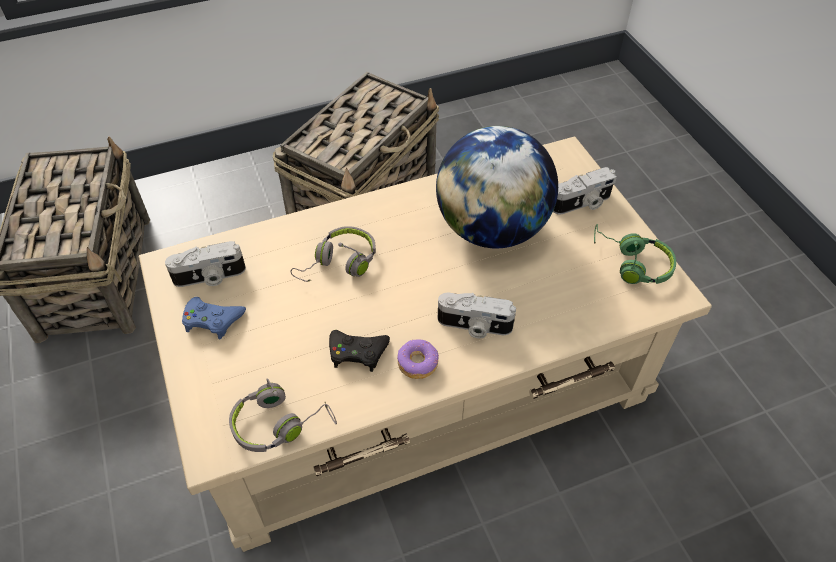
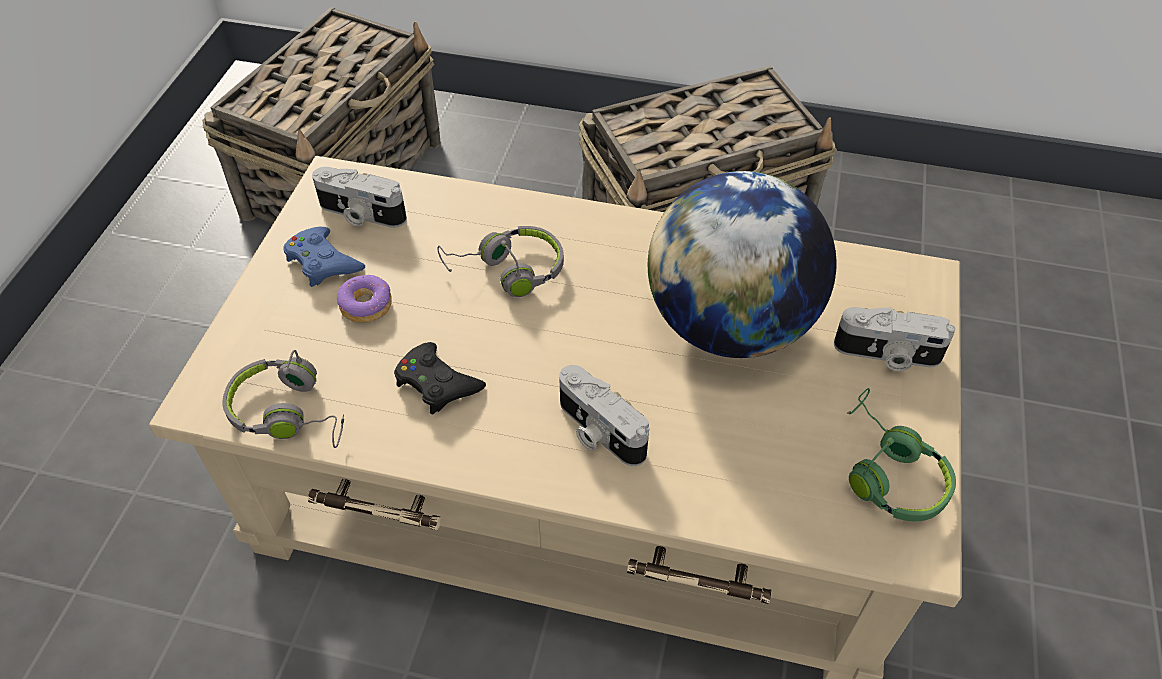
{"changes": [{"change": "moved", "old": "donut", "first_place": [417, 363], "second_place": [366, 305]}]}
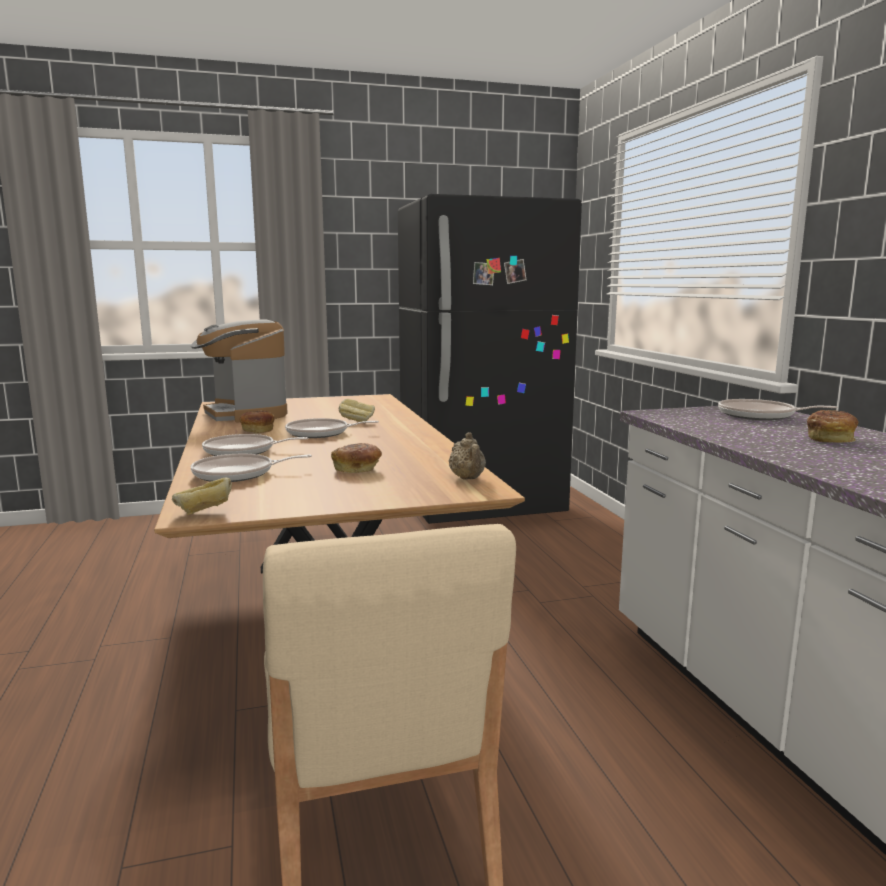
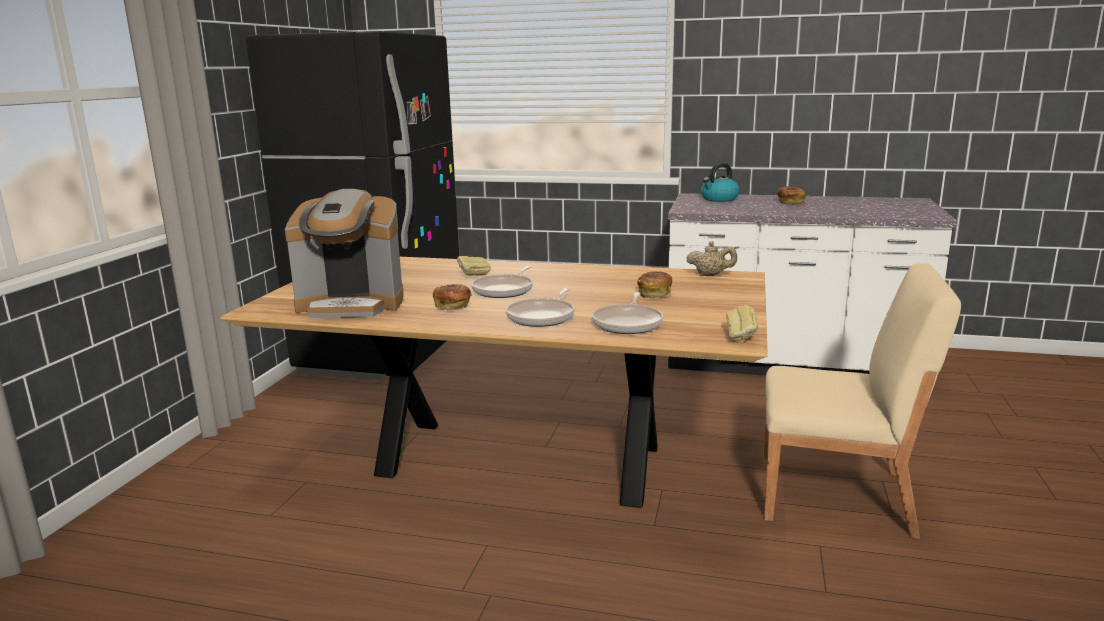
{"changes": [{"change": "replaced", "old": "frying pan", "new": "kettle", "first_place": [760, 416], "second_place": [719, 199]}]}
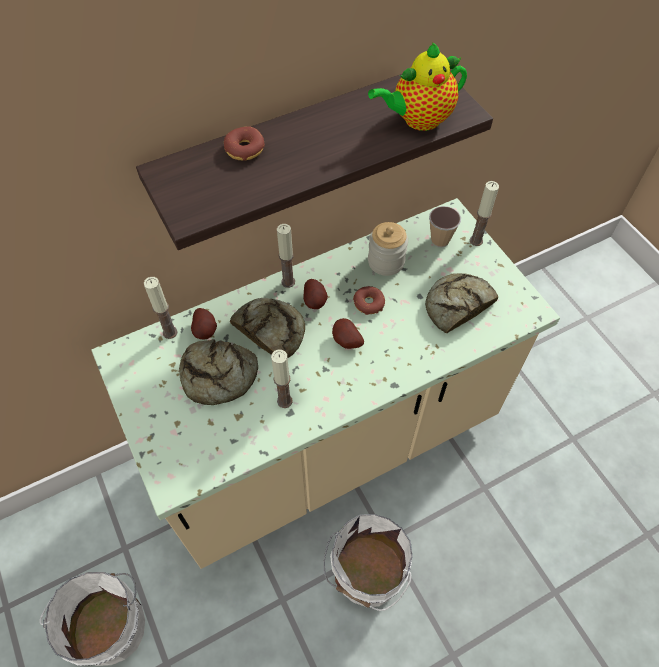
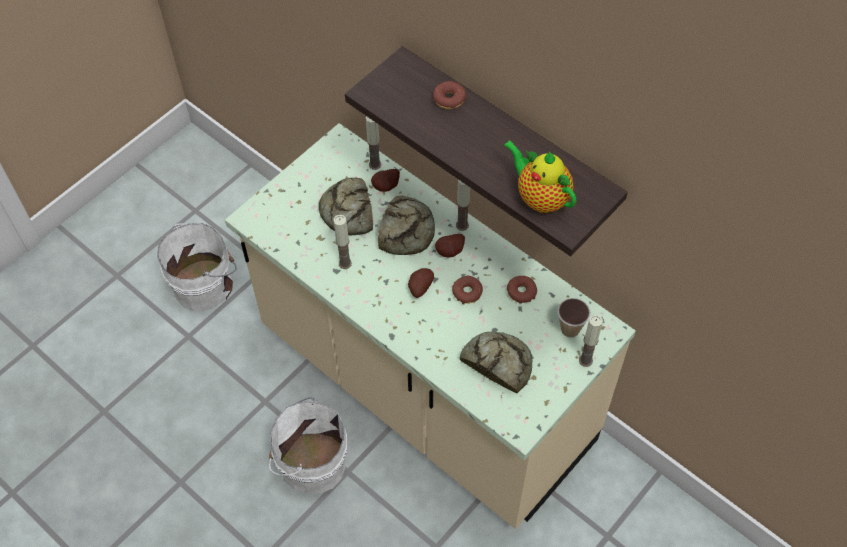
{"changes": [{"change": "replaced", "old": "jar", "new": "donut", "first_place": [386, 261], "second_place": [521, 292]}]}
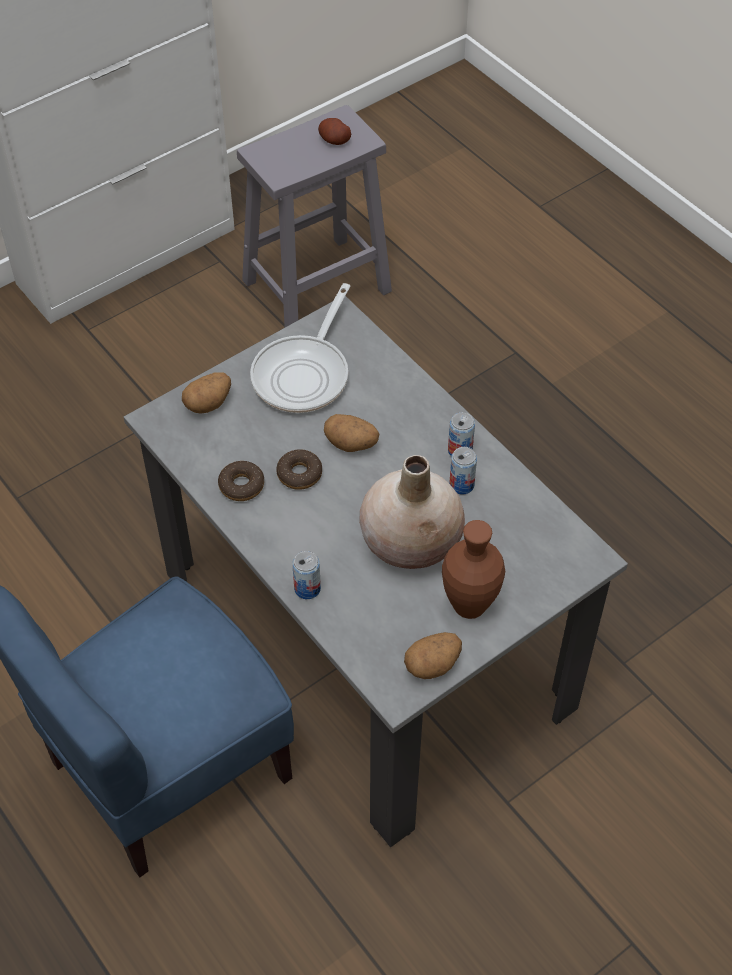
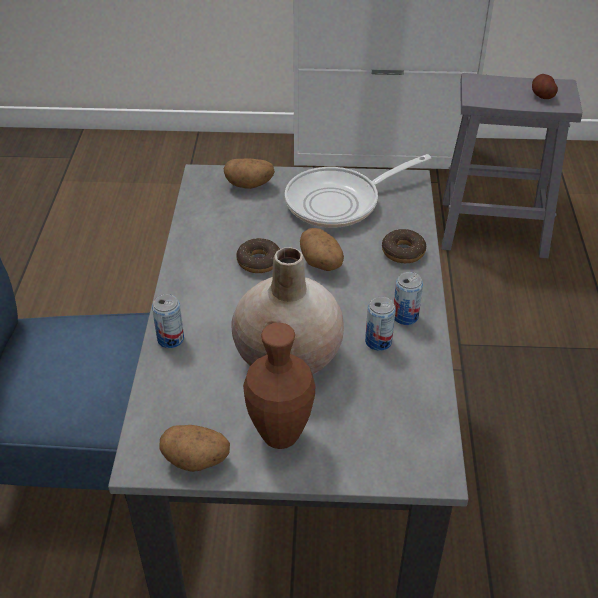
{"changes": [{"change": "moved", "old": "donut", "first_place": [241, 485], "second_place": [403, 252]}]}
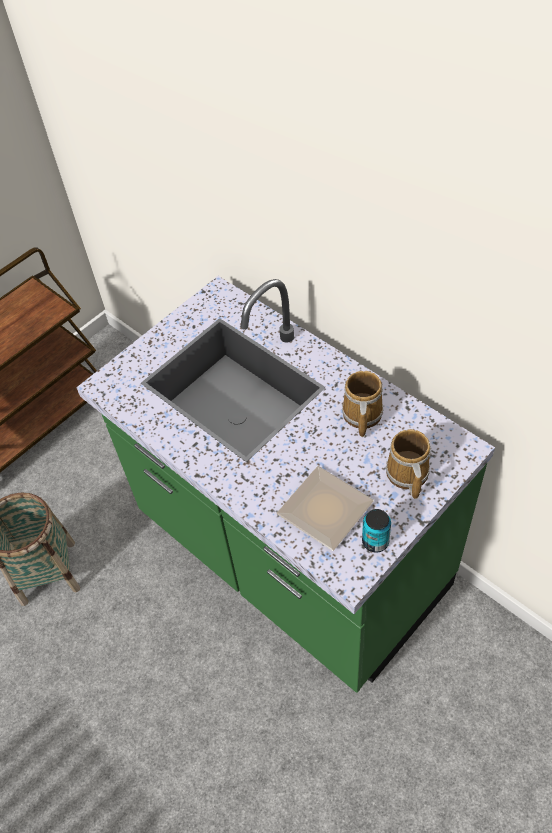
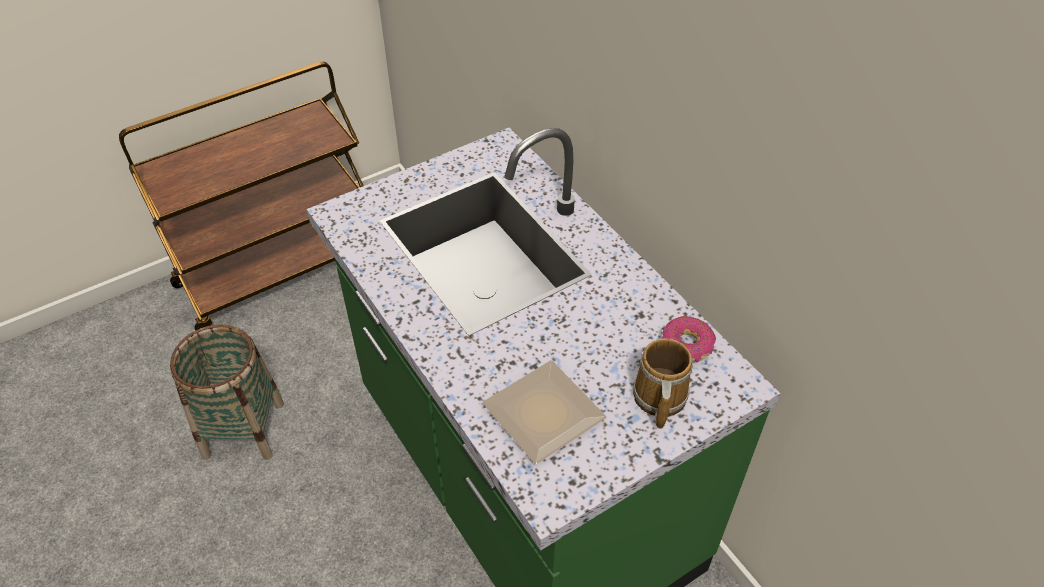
{"changes": [{"change": "removed", "old": "mug", "first_place": [361, 415]}, {"change": "removed", "old": "can", "first_place": [375, 541]}, {"change": "added", "new": "donut", "second_place": [687, 345]}]}
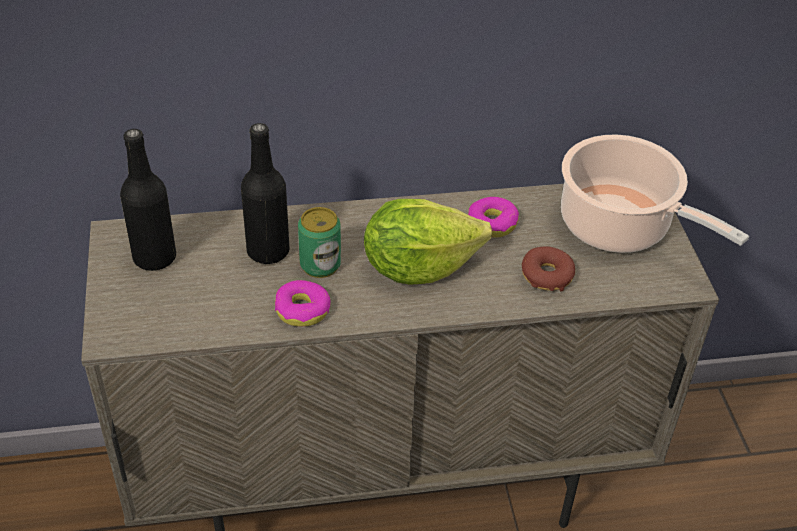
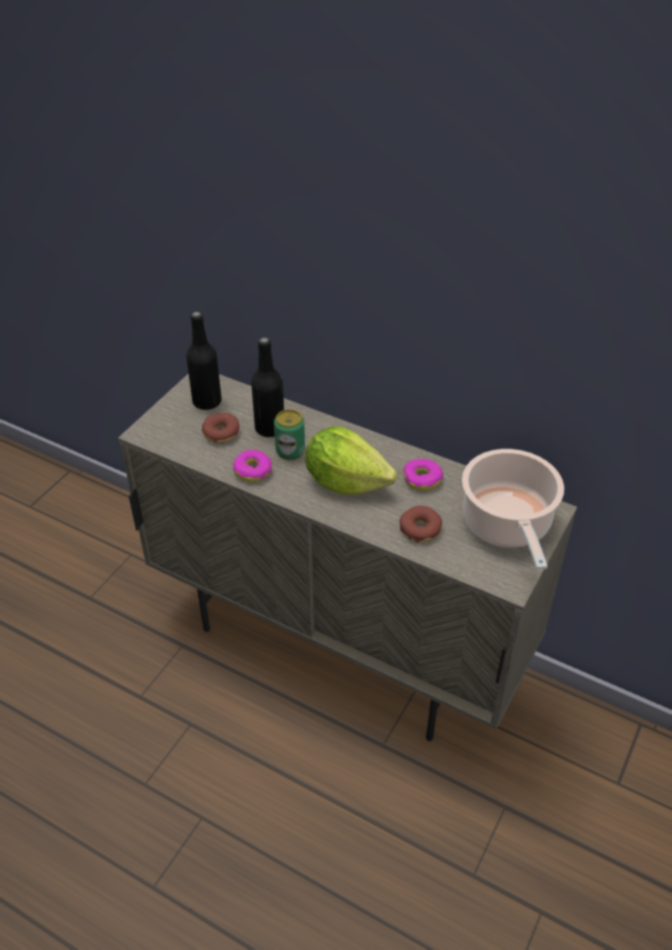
{"changes": [{"change": "added", "new": "donut", "second_place": [221, 433]}]}
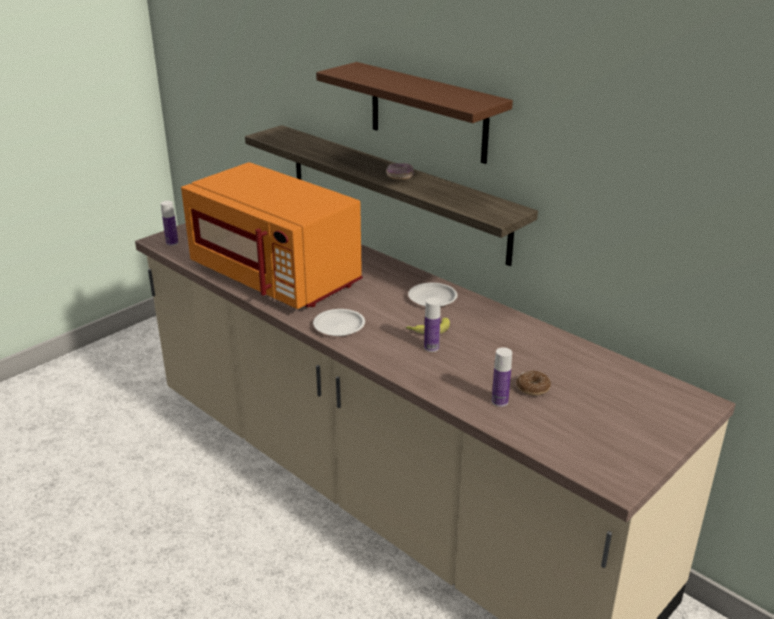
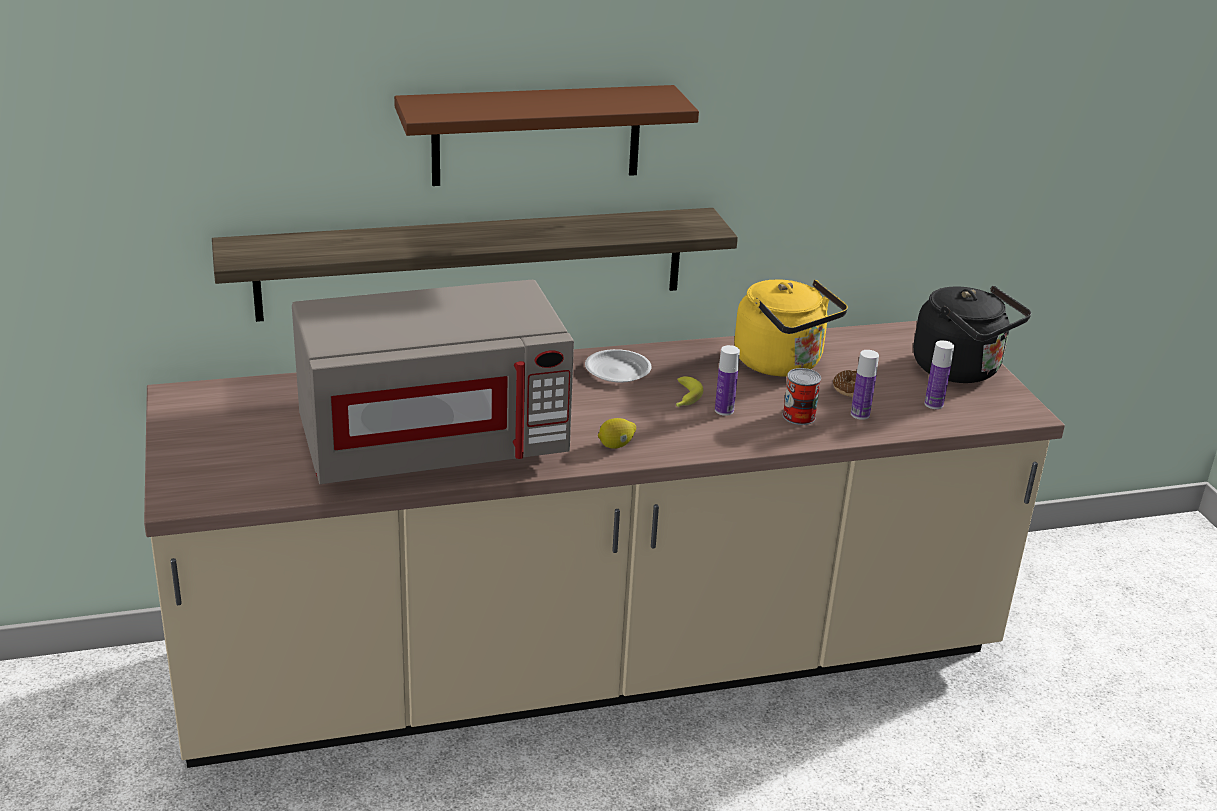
{"changes": [{"change": "removed", "old": "donut", "first_place": [399, 177]}, {"change": "added", "new": "yellow kettle", "second_place": [782, 364]}, {"change": "added", "new": "can", "second_place": [799, 416]}, {"change": "added", "new": "black kettle", "second_place": [961, 370]}, {"change": "moved", "old": "bottle", "first_place": [172, 243], "second_place": [933, 404]}, {"change": "replaced", "old": "white plate", "new": "lemon", "first_place": [339, 326], "second_place": [616, 445]}, {"change": "recoloured", "old": "orange microwave", "new": "grey microwave", "first_place": [277, 276], "second_place": [434, 444]}]}
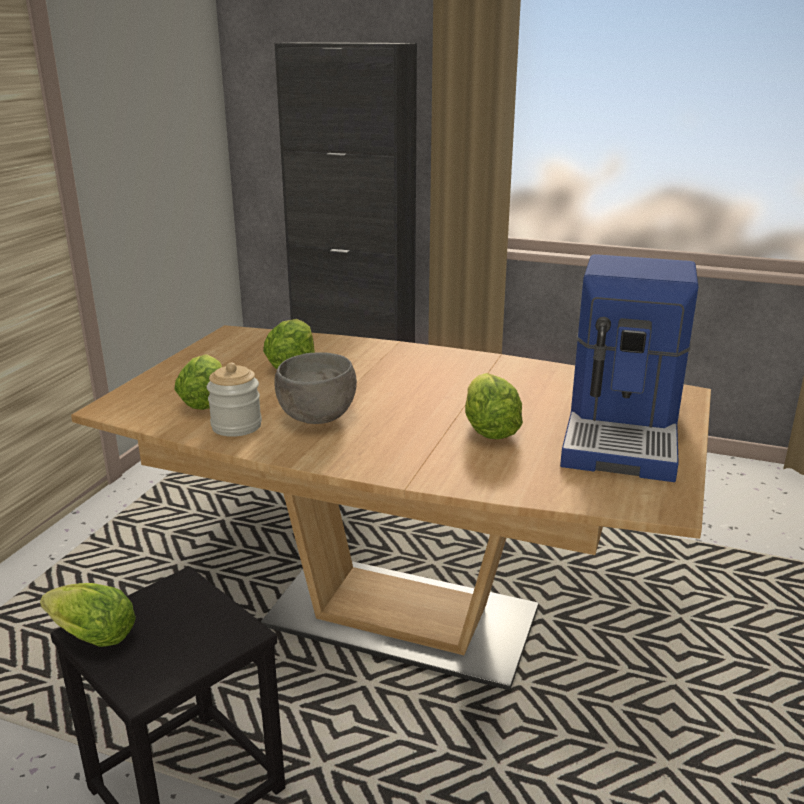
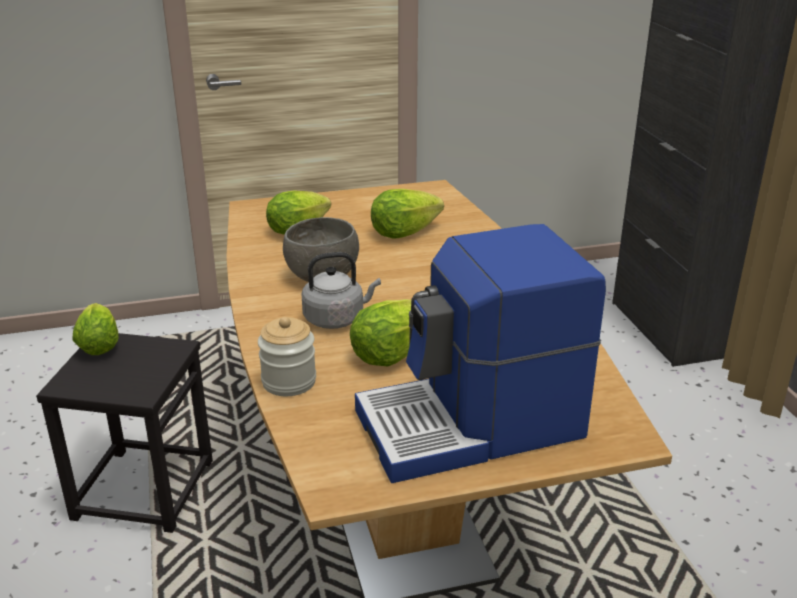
{"changes": [{"change": "added", "new": "grey kettle", "second_place": [337, 319]}, {"change": "moved", "old": "jar", "first_place": [236, 426], "second_place": [289, 381]}]}
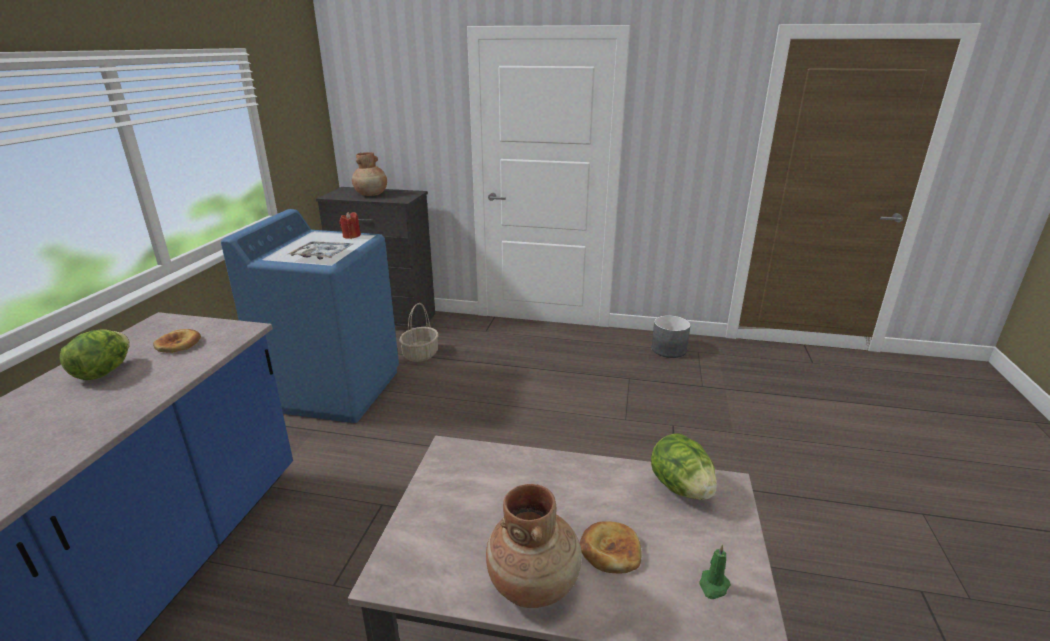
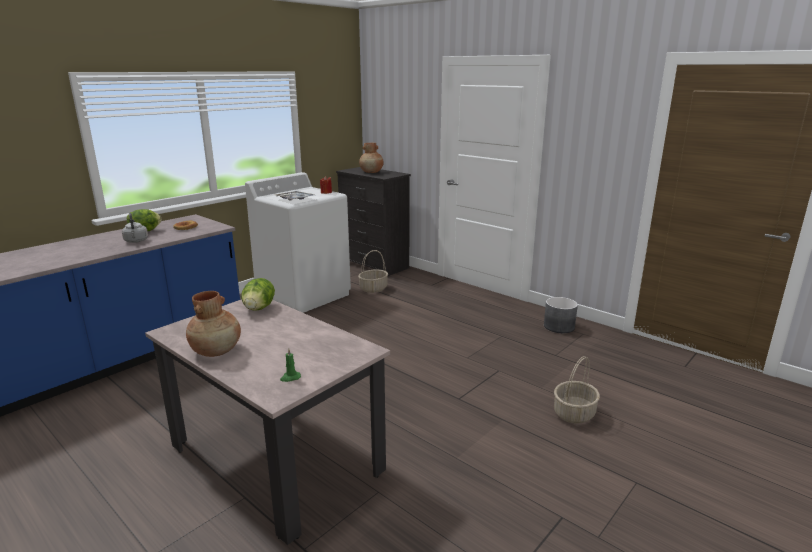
{"changes": [{"change": "removed", "old": "bread", "first_place": [610, 550]}, {"change": "added", "new": "grey kettle", "second_place": [136, 241]}, {"change": "added", "new": "basket", "second_place": [574, 413]}, {"change": "moved", "old": "lettuce", "first_place": [681, 487], "second_place": [259, 308]}, {"change": "recoloured", "old": "blue washing machine", "new": "white washing machine", "first_place": [334, 389], "second_place": [304, 295]}]}
